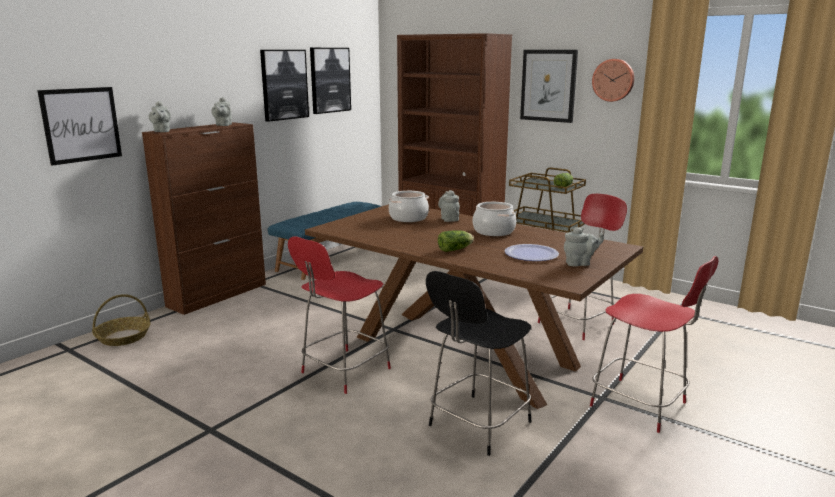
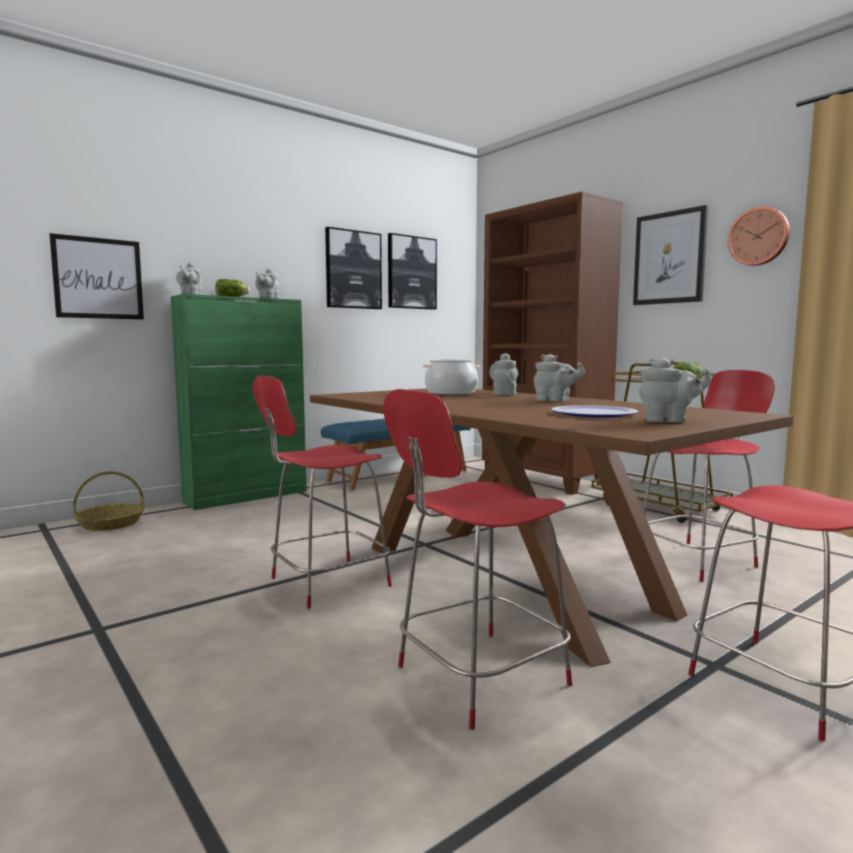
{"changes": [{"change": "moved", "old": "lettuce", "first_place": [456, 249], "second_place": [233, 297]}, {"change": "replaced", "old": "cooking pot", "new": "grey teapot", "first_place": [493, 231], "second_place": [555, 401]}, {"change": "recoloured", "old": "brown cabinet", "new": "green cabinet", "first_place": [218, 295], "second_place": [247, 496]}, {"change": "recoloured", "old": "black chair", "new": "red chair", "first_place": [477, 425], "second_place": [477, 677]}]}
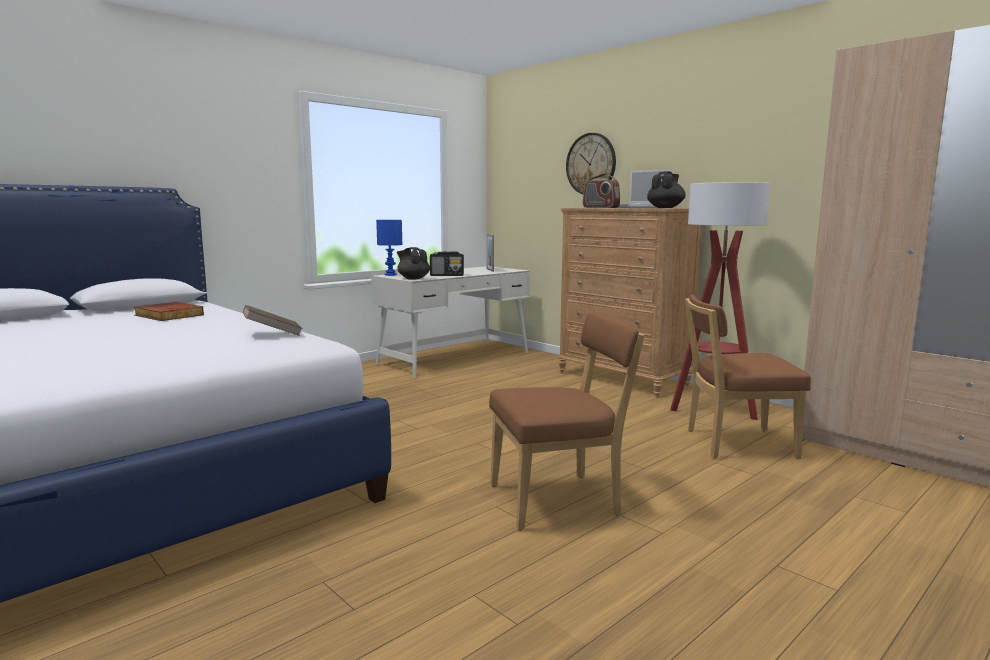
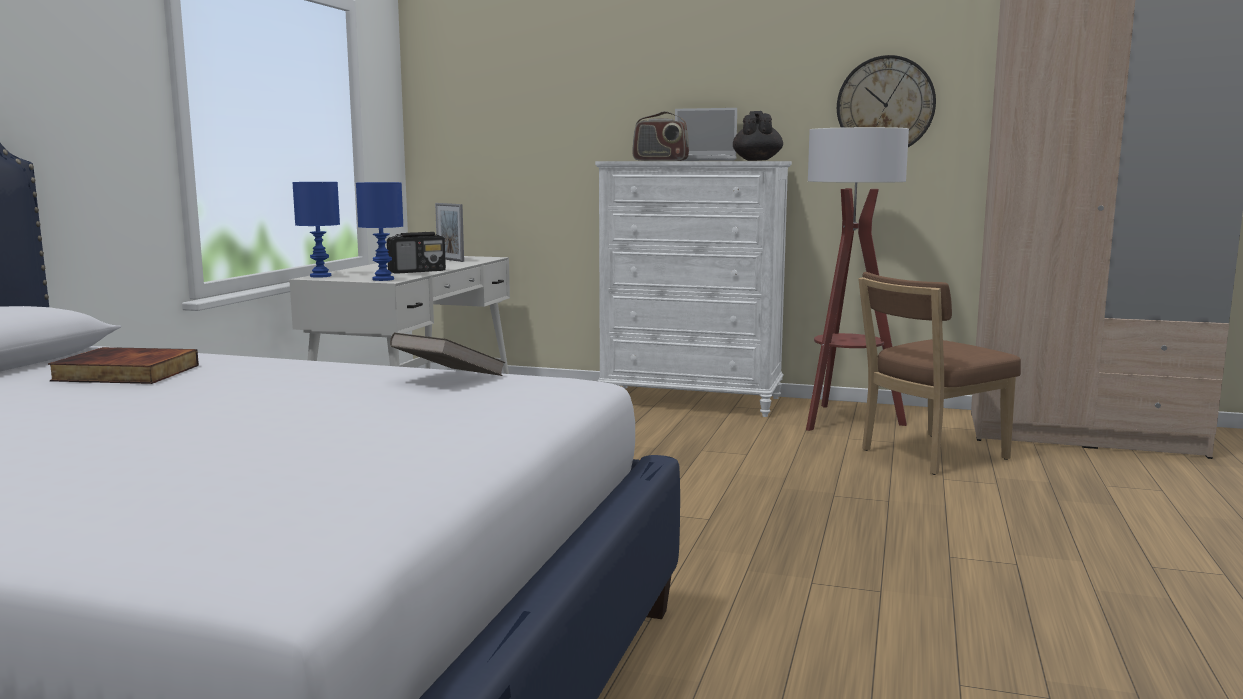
{"changes": [{"change": "removed", "old": "brown chair", "first_place": [560, 500]}, {"change": "moved", "old": "wall clock", "first_place": [591, 164], "second_place": [885, 105]}, {"change": "replaced", "old": "black teapot", "new": "blue table lamp", "first_place": [413, 278], "second_place": [383, 279]}, {"change": "recoloured", "old": "brown dresser", "new": "white dresser", "first_place": [623, 378], "second_place": [691, 401]}]}
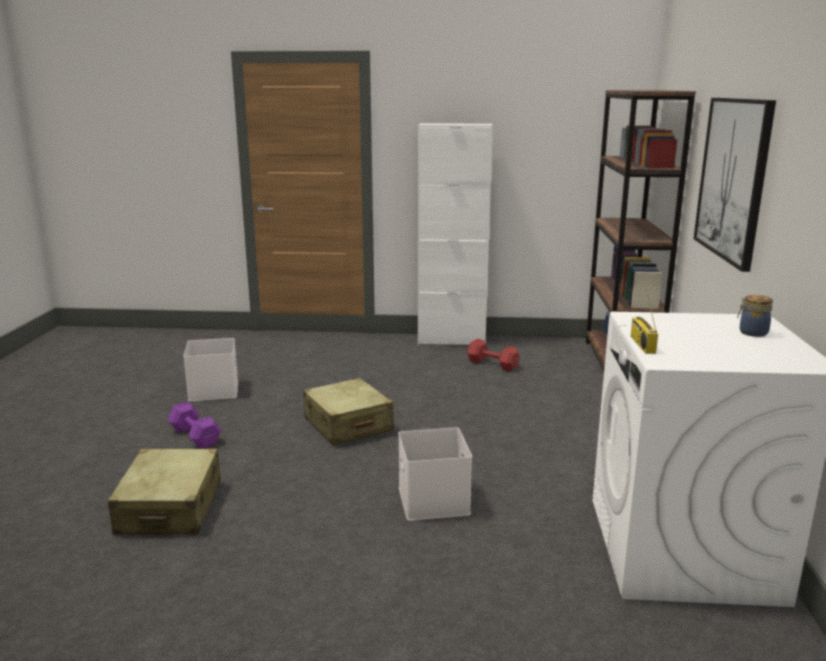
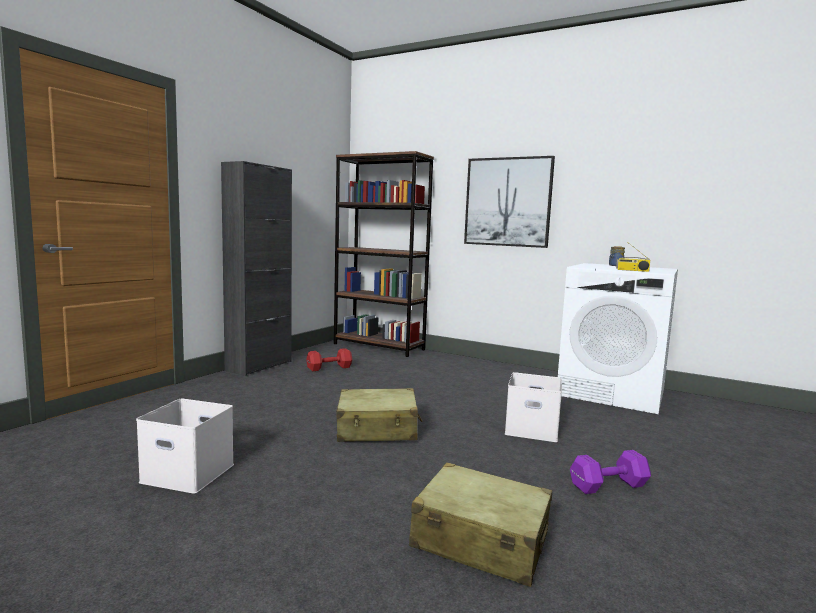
{"changes": [{"change": "moved", "old": "purple dumbbell", "first_place": [195, 436], "second_place": [606, 485]}, {"change": "recoloured", "old": "white cabinet", "new": "black cabinet", "first_place": [451, 340], "second_place": [259, 366]}]}
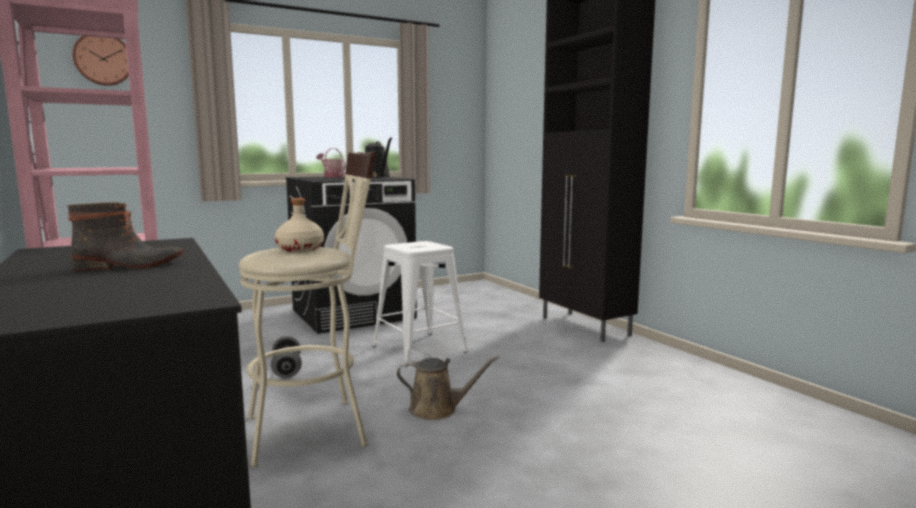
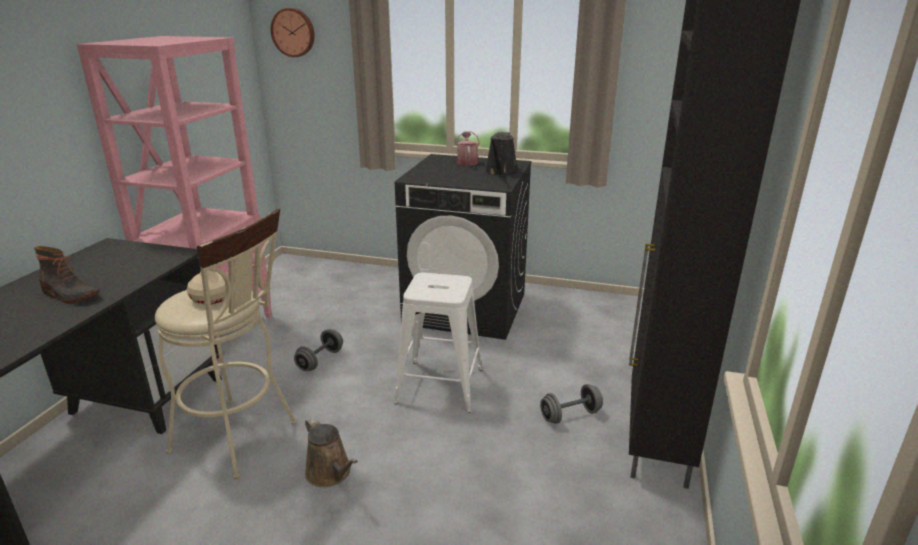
{"changes": [{"change": "added", "new": "grey dumbbell", "second_place": [570, 415]}]}
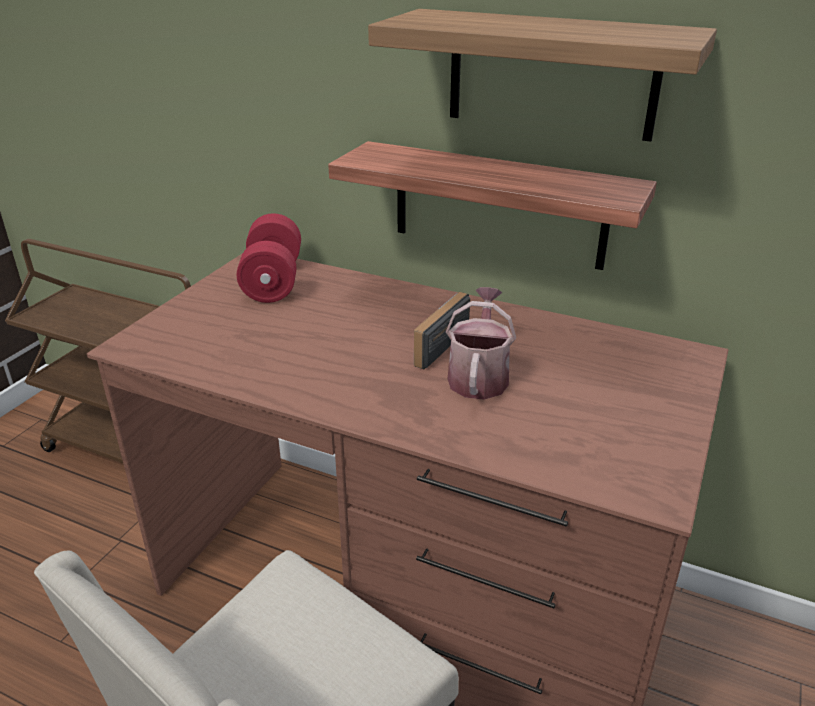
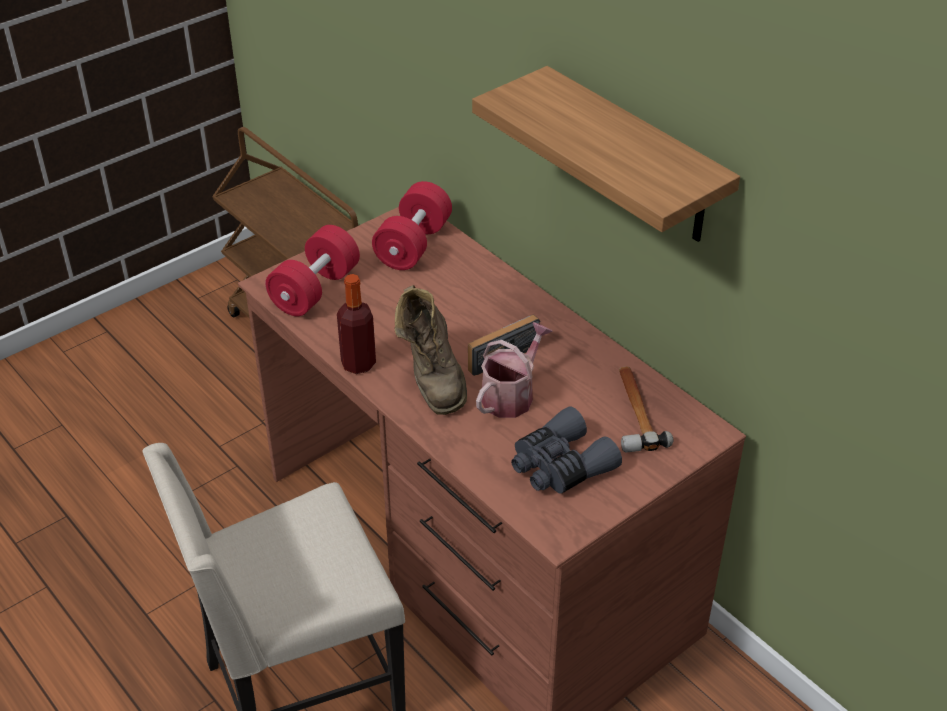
{"changes": [{"change": "removed", "old": "shelf", "first_place": [498, 205]}, {"change": "added", "new": "red dumbbell", "second_place": [315, 290]}, {"change": "added", "new": "bottle", "second_place": [358, 363]}, {"change": "added", "new": "brown boot", "second_place": [433, 379]}, {"change": "added", "new": "grey binoculars", "second_place": [560, 466]}, {"change": "added", "new": "hammer", "second_place": [634, 412]}]}
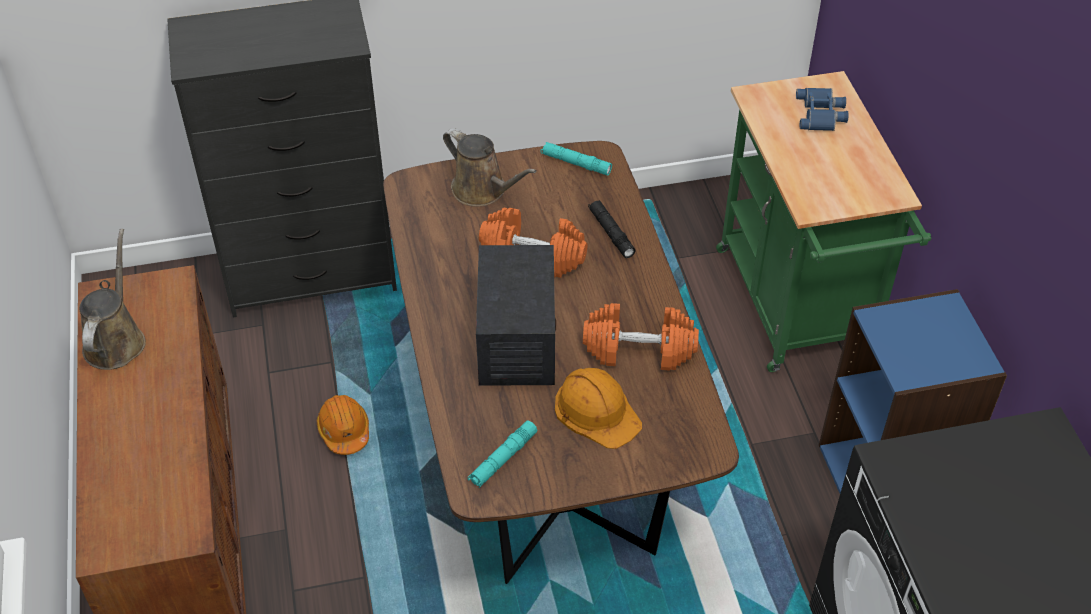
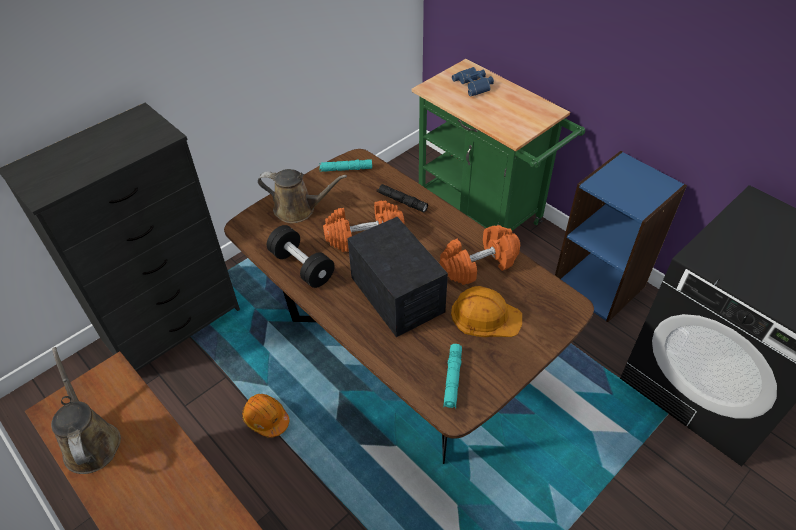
{"changes": [{"change": "added", "new": "black dumbbell", "second_place": [302, 266]}]}
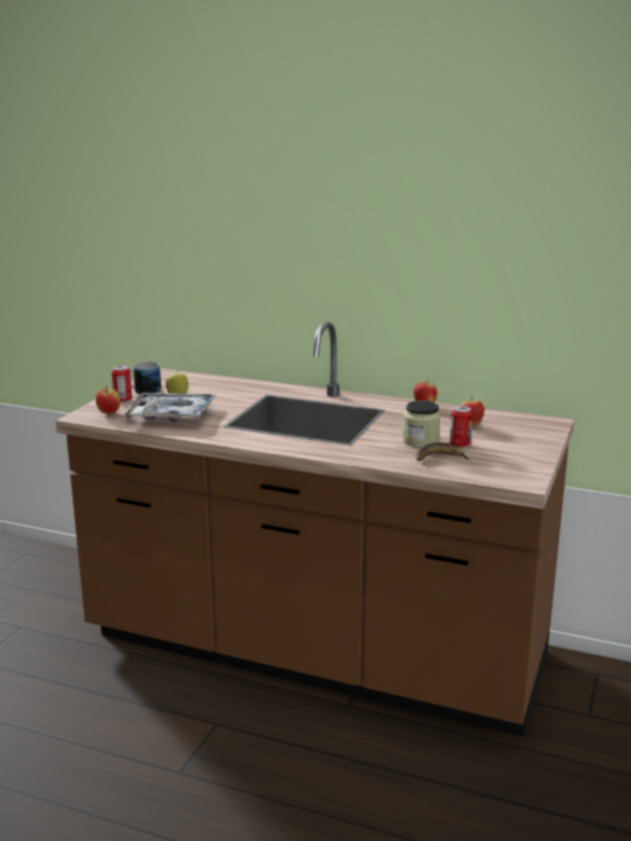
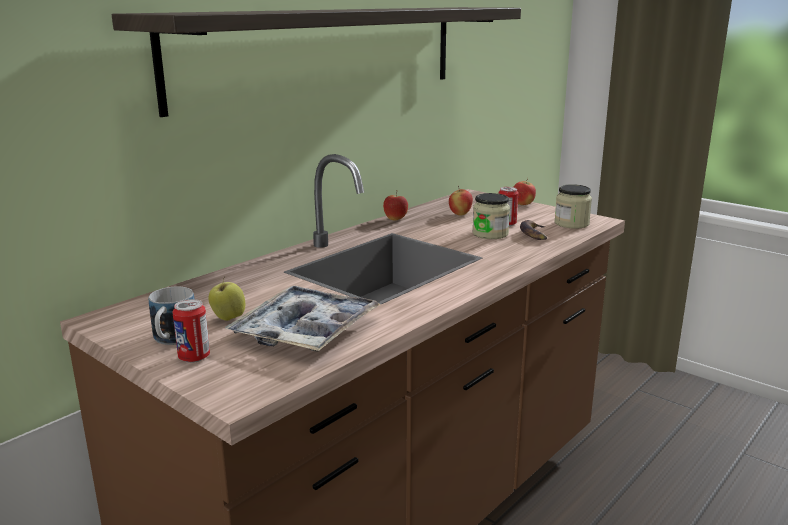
{"changes": [{"change": "added", "new": "shelf", "second_place": [326, 52]}, {"change": "added", "new": "jar", "second_place": [571, 223]}, {"change": "moved", "old": "apple", "first_place": [109, 413], "second_place": [523, 205]}]}
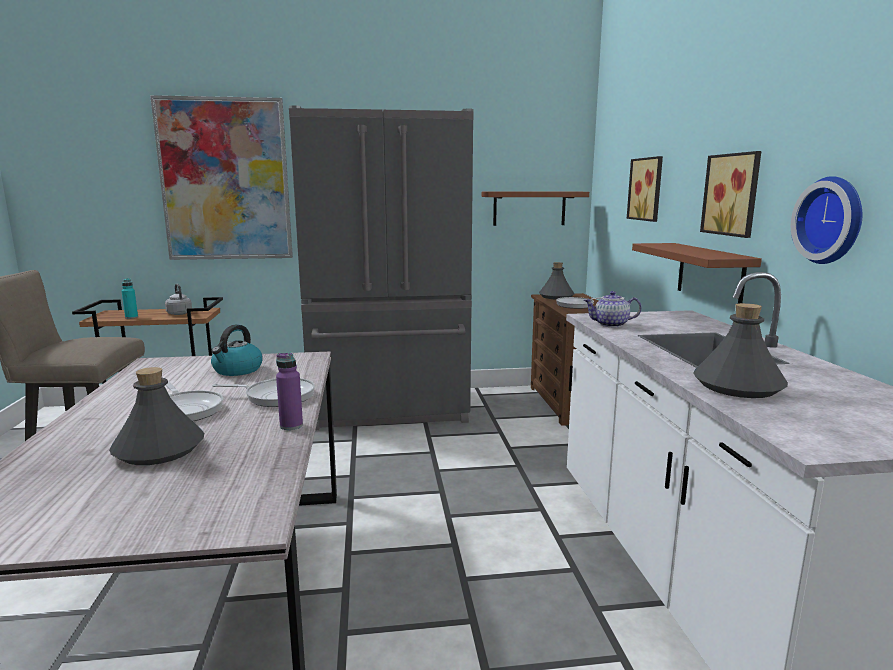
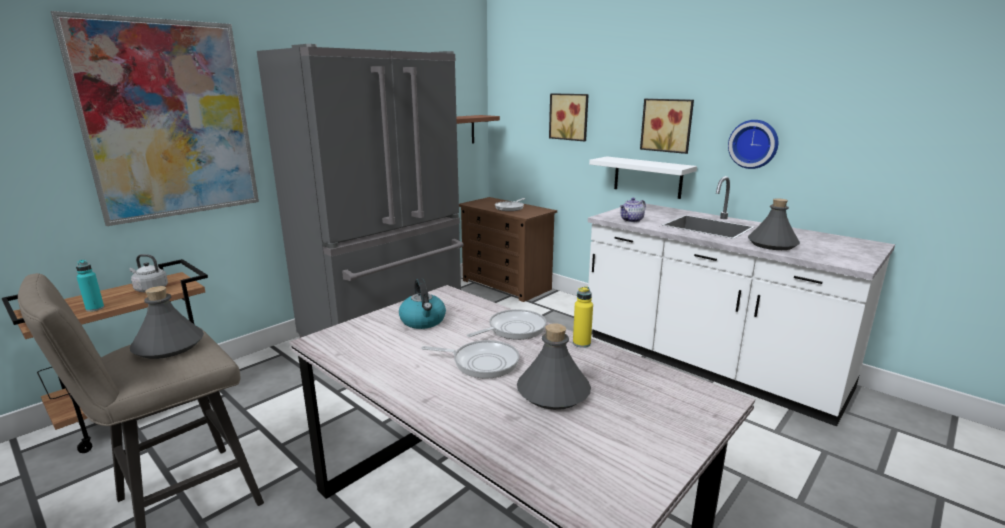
{"changes": [{"change": "moved", "old": "grey bottle", "first_place": [556, 297], "second_place": [169, 346]}, {"change": "recoloured", "old": "purple bottle", "new": "yellow bottle", "first_place": [291, 426], "second_place": [581, 343]}, {"change": "recoloured", "old": "brown shelf", "new": "white shelf", "first_place": [710, 274], "second_place": [647, 177]}]}
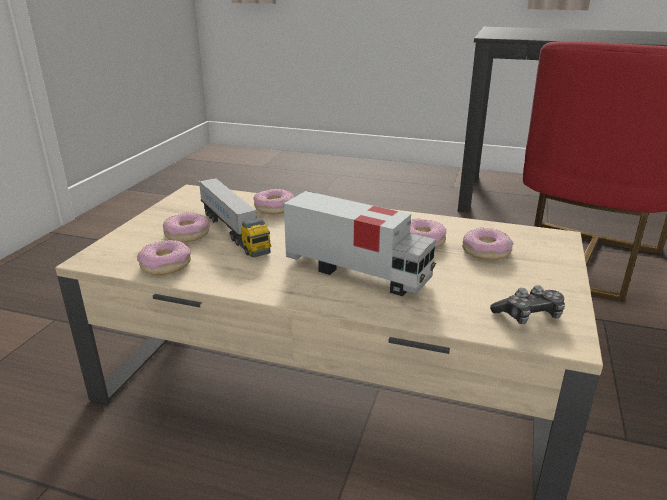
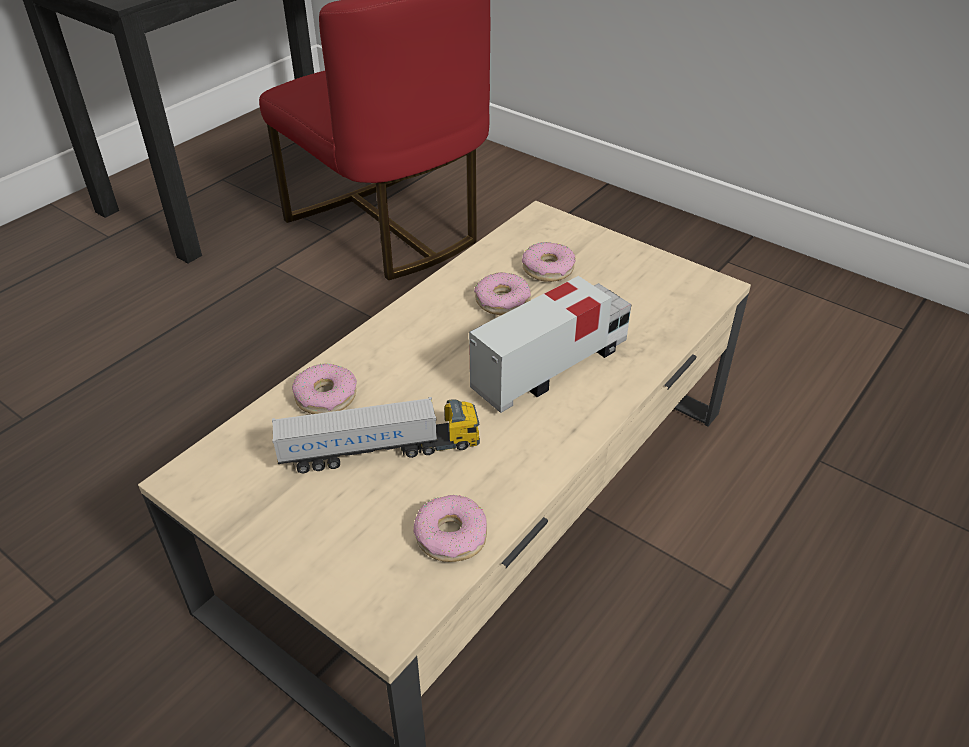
{"changes": [{"change": "removed", "old": "donut", "first_place": [186, 234]}, {"change": "removed", "old": "game controller", "first_place": [529, 315]}]}
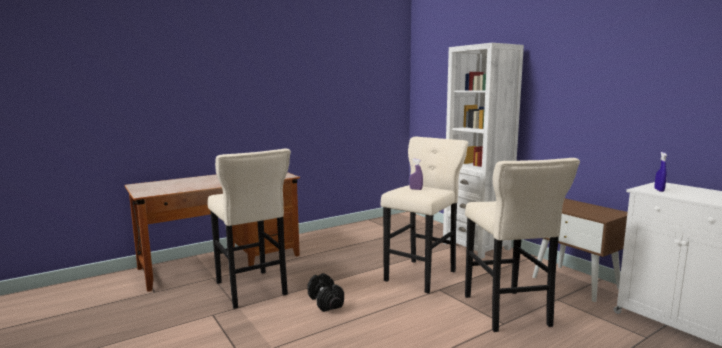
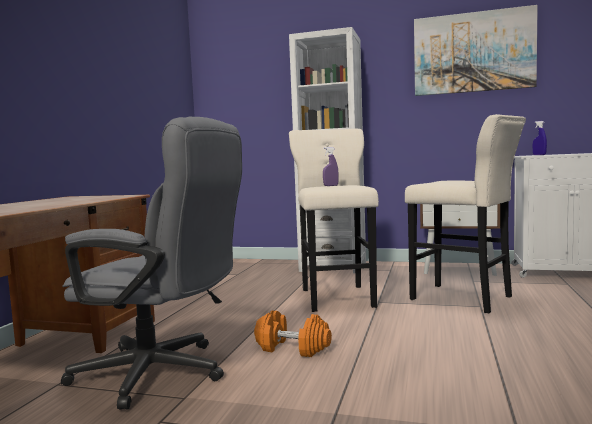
{"changes": [{"change": "added", "new": "picture", "second_place": [473, 52]}, {"change": "replaced", "old": "beige stool", "new": "grey office chair", "first_place": [252, 290], "second_place": [163, 374]}, {"change": "recoloured", "old": "black dumbbell", "new": "orange dumbbell", "first_place": [326, 302], "second_place": [293, 348]}]}
